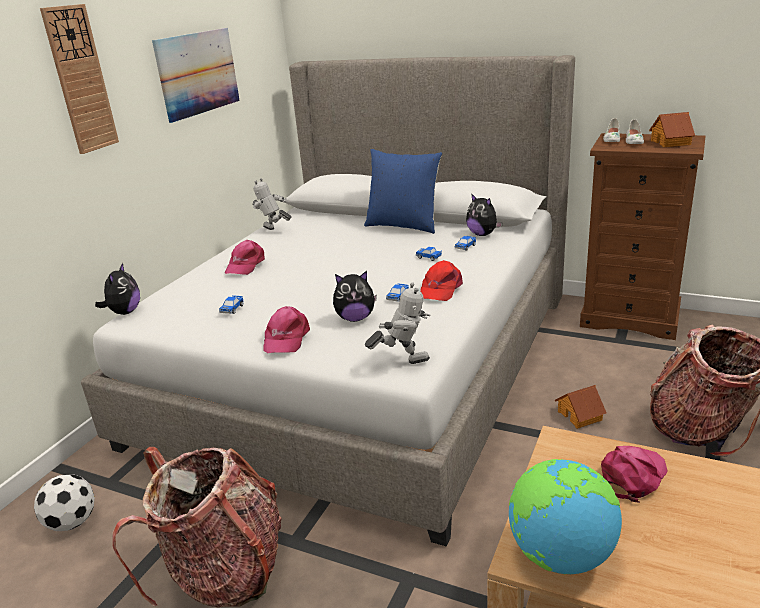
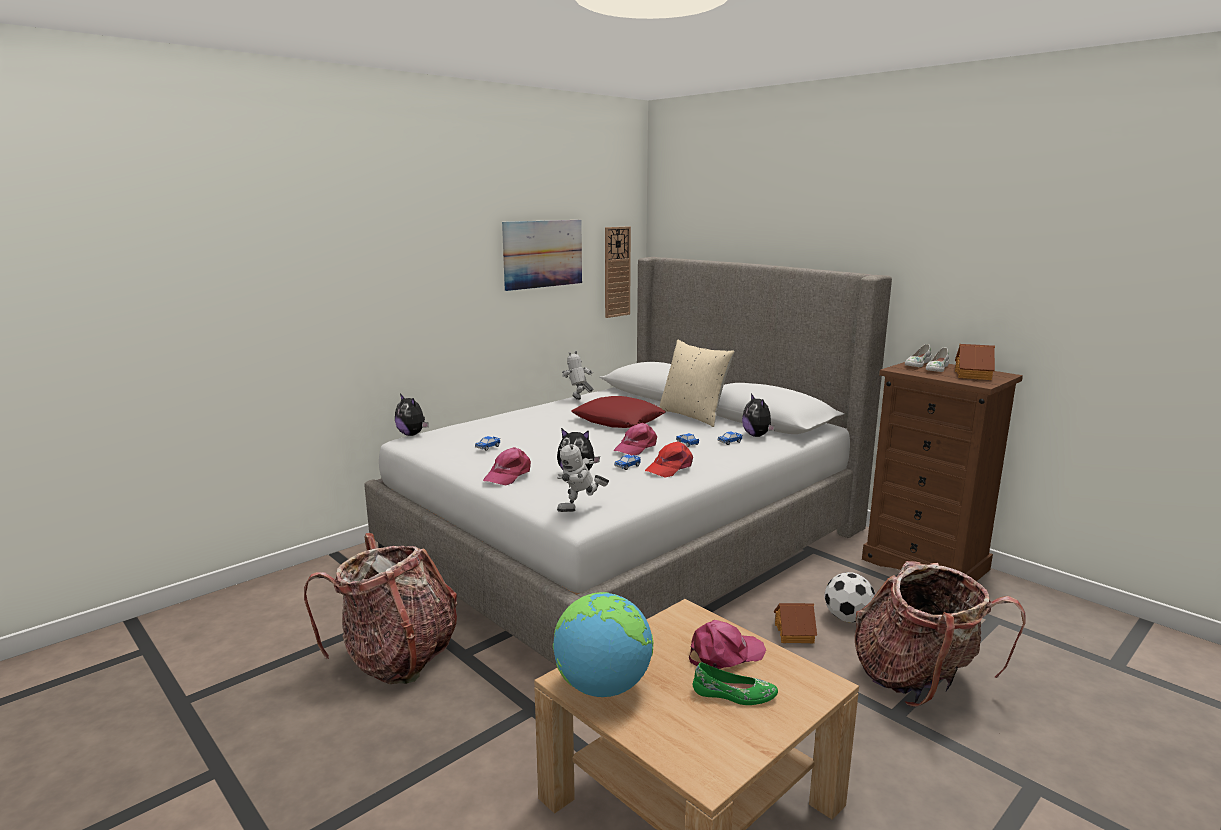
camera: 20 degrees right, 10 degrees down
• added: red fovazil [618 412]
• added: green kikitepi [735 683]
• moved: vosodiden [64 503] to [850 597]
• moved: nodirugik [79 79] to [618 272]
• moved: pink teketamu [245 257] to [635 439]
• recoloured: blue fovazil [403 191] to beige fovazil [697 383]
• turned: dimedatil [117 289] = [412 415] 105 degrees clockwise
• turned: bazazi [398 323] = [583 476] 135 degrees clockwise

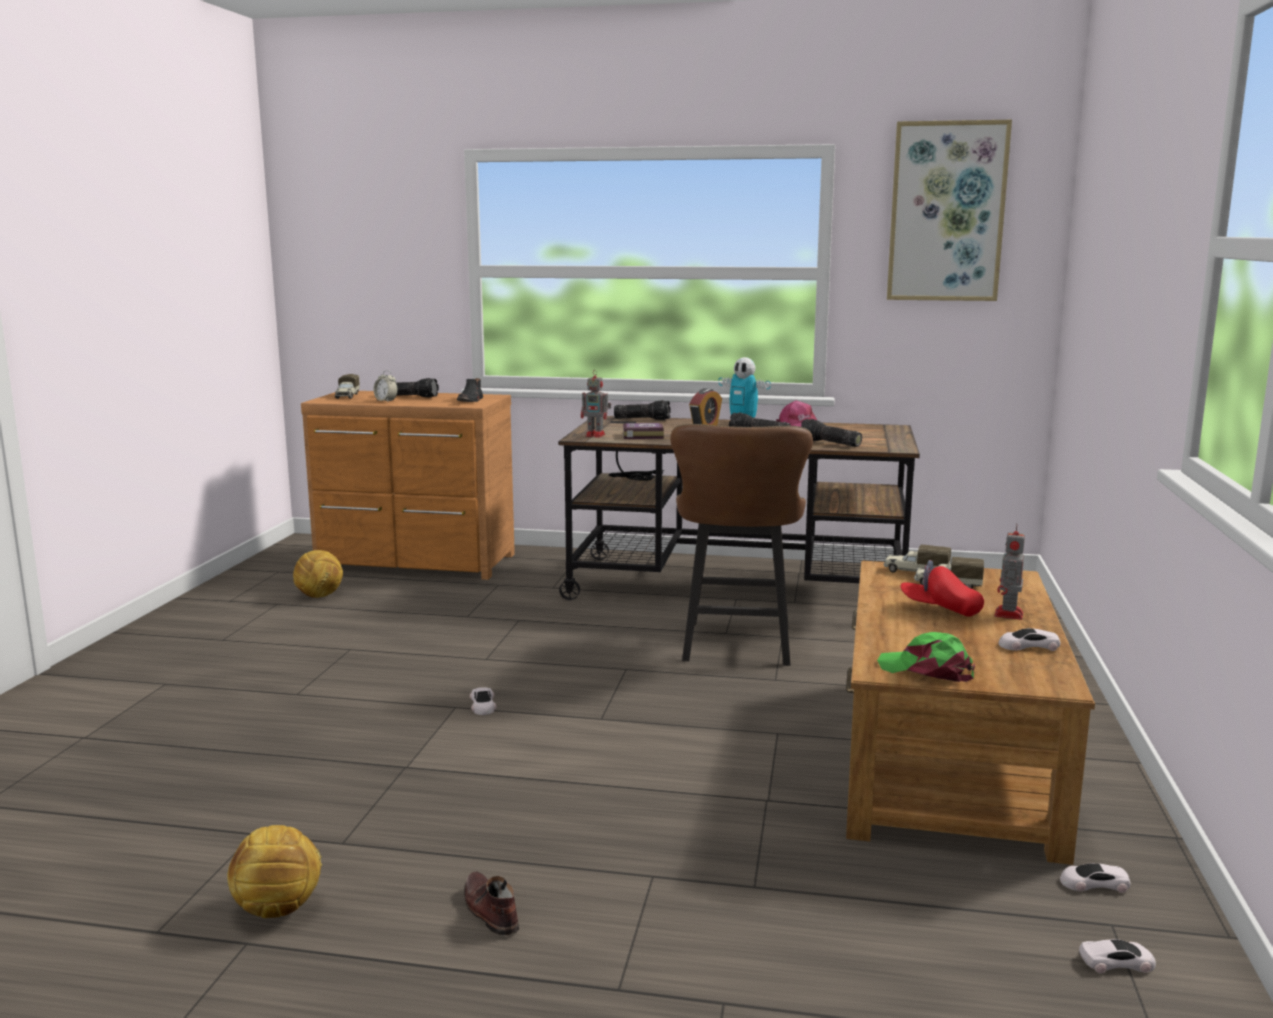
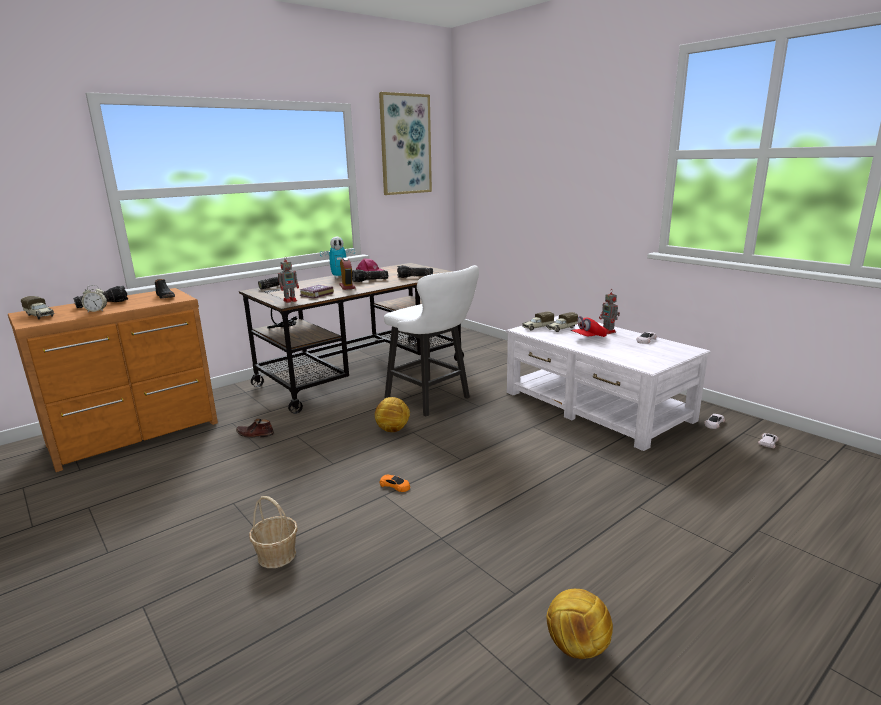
camera: 50 degrees left, 5 degrees up
• removed: green teketamu [926 657]
• added: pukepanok [273 532]
• moved: vosodiden [318 574] to [392 414]
• moved: brown kikitepi [491 904] to [255 428]
• recoloured: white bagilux [483 701] to orange bagilux [394 483]
• recoloured: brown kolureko [741 545] to white kolureko [431 340]
• recoloured: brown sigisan [970 713] to white sigisan [608 383]

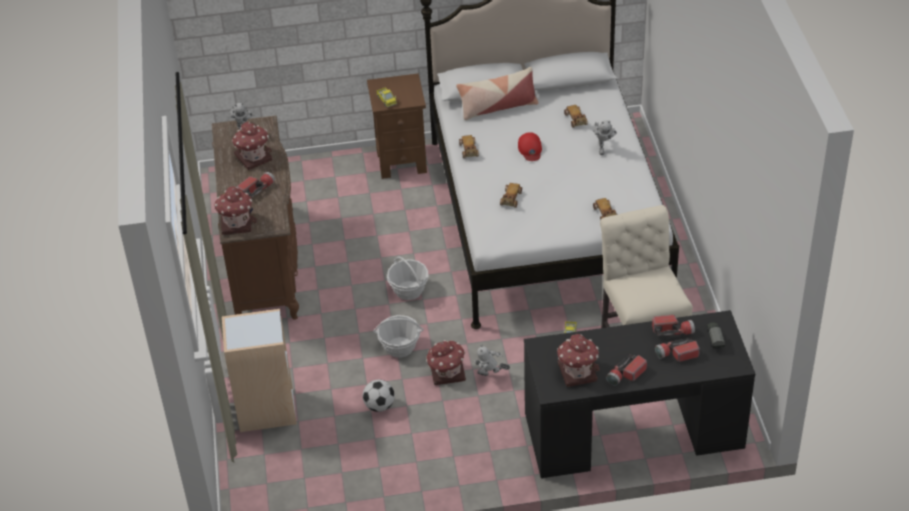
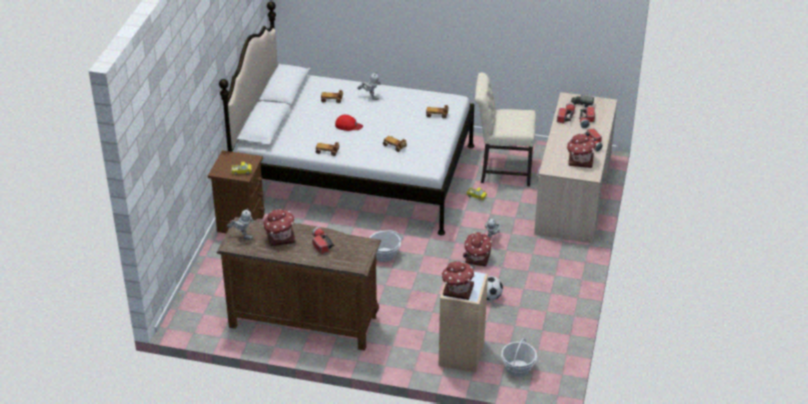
camera: 70 degrees left, 5 degrees down
• removed: fovazil [497 93]
• moved: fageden [235 211] to [458 280]
• moved: pukepanok [398 336] to [519 357]
• recoloured: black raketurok [639 394] to beige raketurok [575 167]

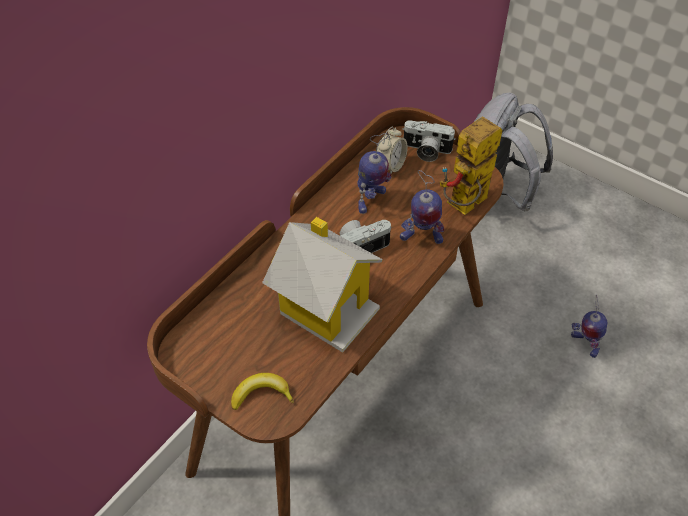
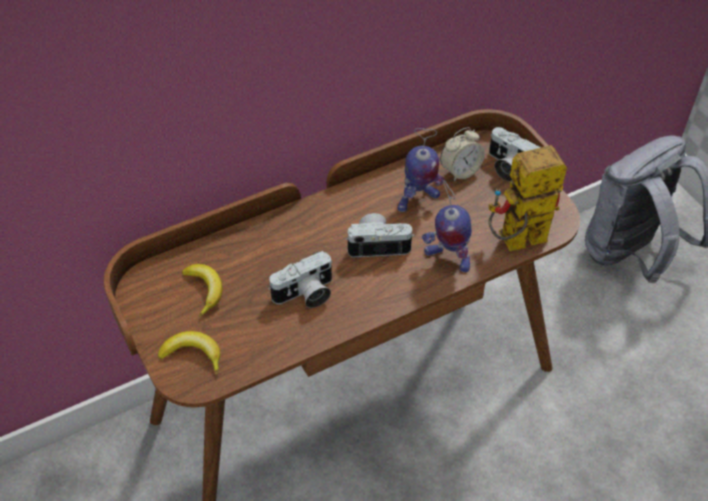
camera: 25 degrees right, 0 degrees up
• removed: bazazi [589 326]
• added: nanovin [202 290]
• replaced: fageden [322 285] to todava [300 279]

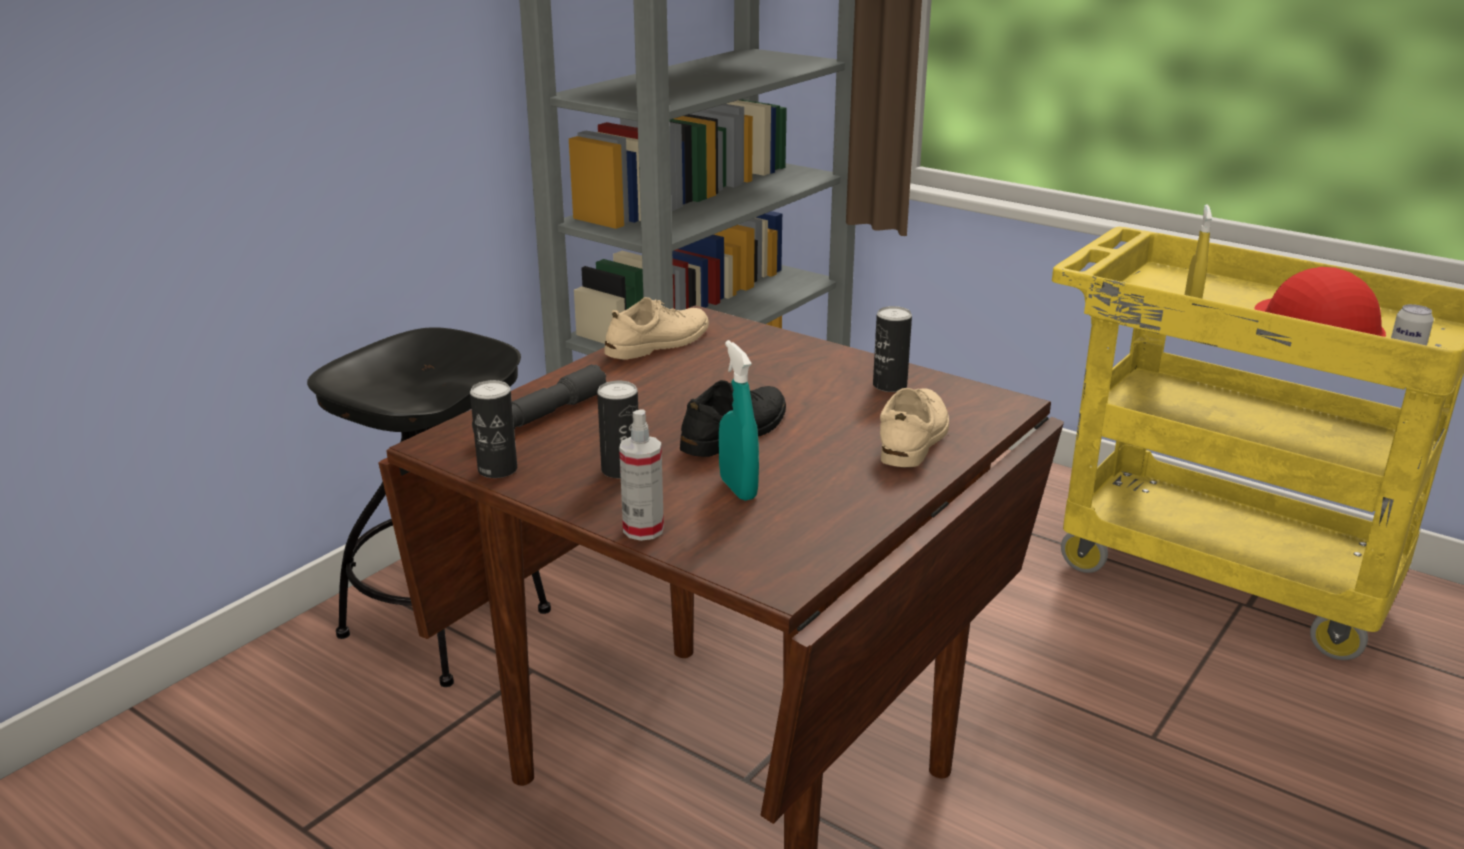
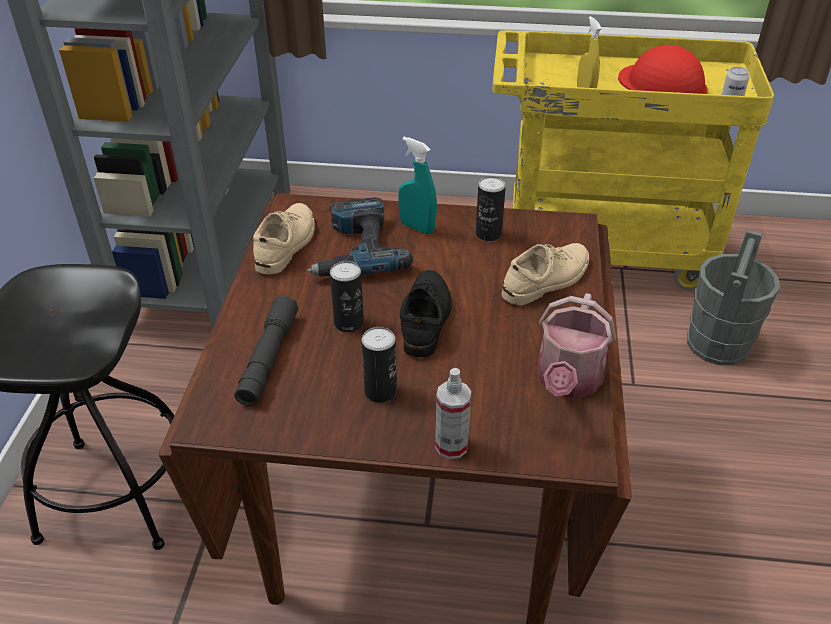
camera: 30 degrees left, 15 degrees up
• added: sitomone [360 236]
• added: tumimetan [576 346]
• added: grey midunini [733 297]
• moved: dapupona [493 429] to [347 296]
• moved: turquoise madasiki [739 420] to [417 185]
• turned: beige kikitepi [914 427] = [545 274] 60 degrees clockwise

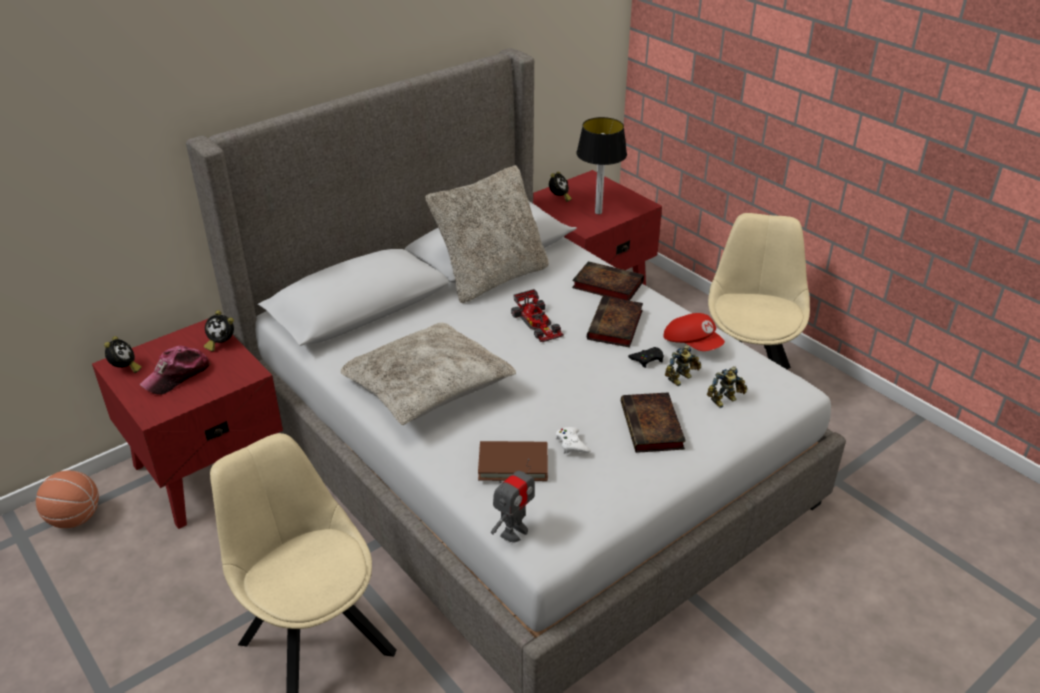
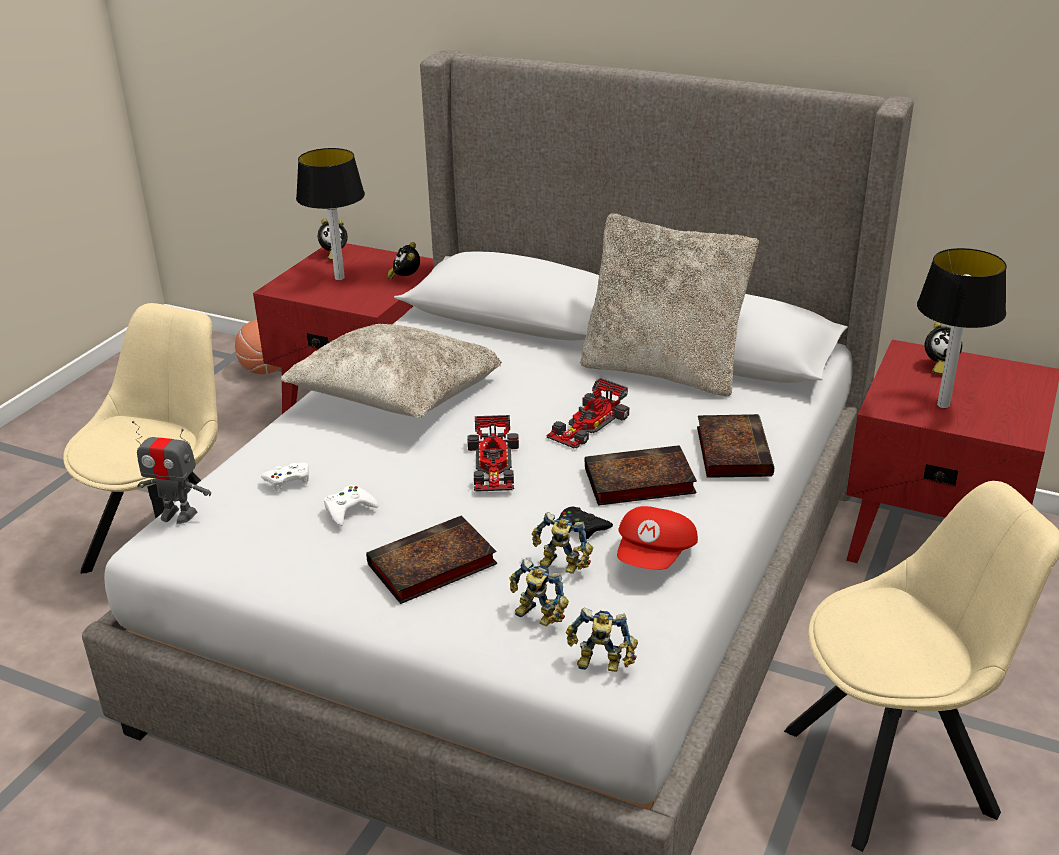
camera: 65 degrees right, 5 degrees down
• added: bagilux [493 453]
• added: bazazi [602 639]
• replaced: teketamu [175 370] to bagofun [330 214]
• replaced: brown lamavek [513 461] to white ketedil [285 477]

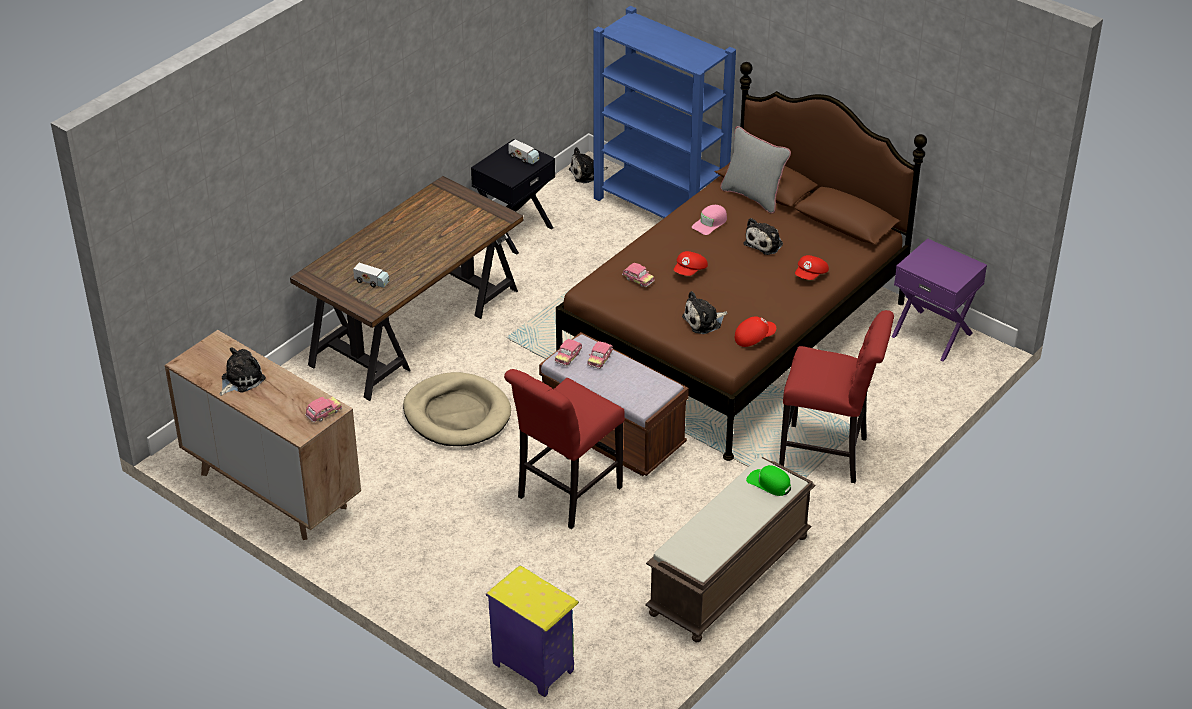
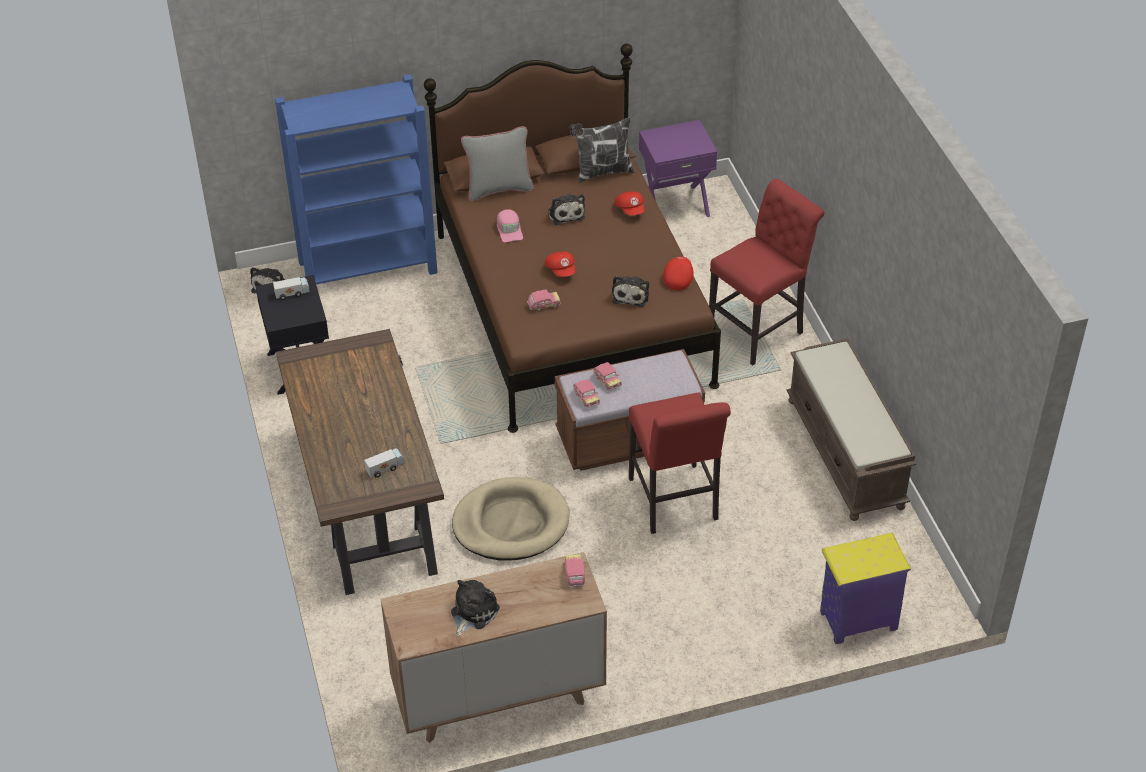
camera: 55 degrees left, 5 degrees up
• removed: green teketamu [768 480]
• added: fovazil [602 150]
• turned: dimedatil [242 371] = [475 608] 45 degrees clockwise

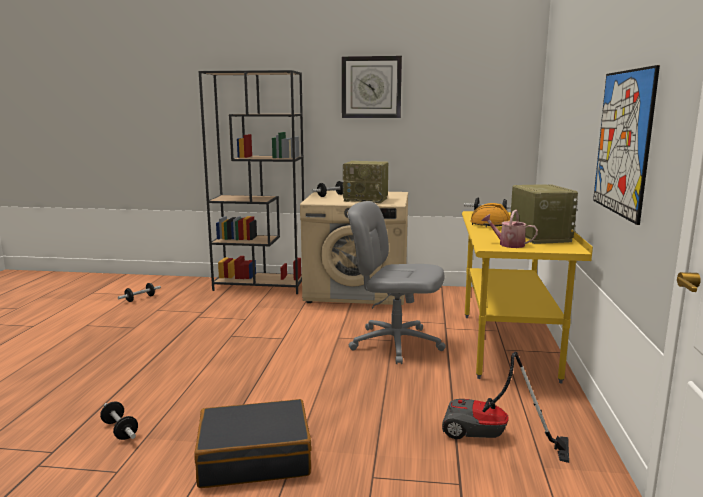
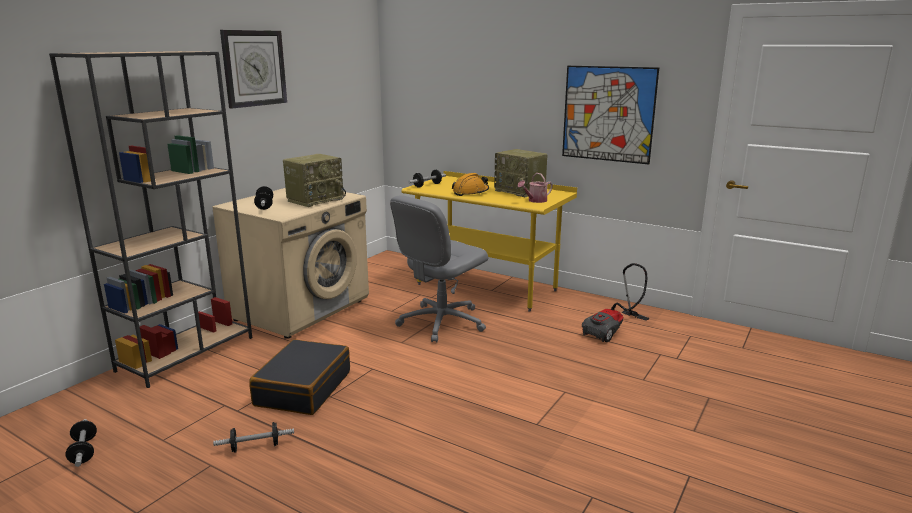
camera: 65 degrees left, 5 degrees up
• moved: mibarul [119 420] to [253 437]
• moved: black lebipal [252 443] to [299 377]
• turned: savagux [544 214] = [520 173] 150 degrees counterclockwise

